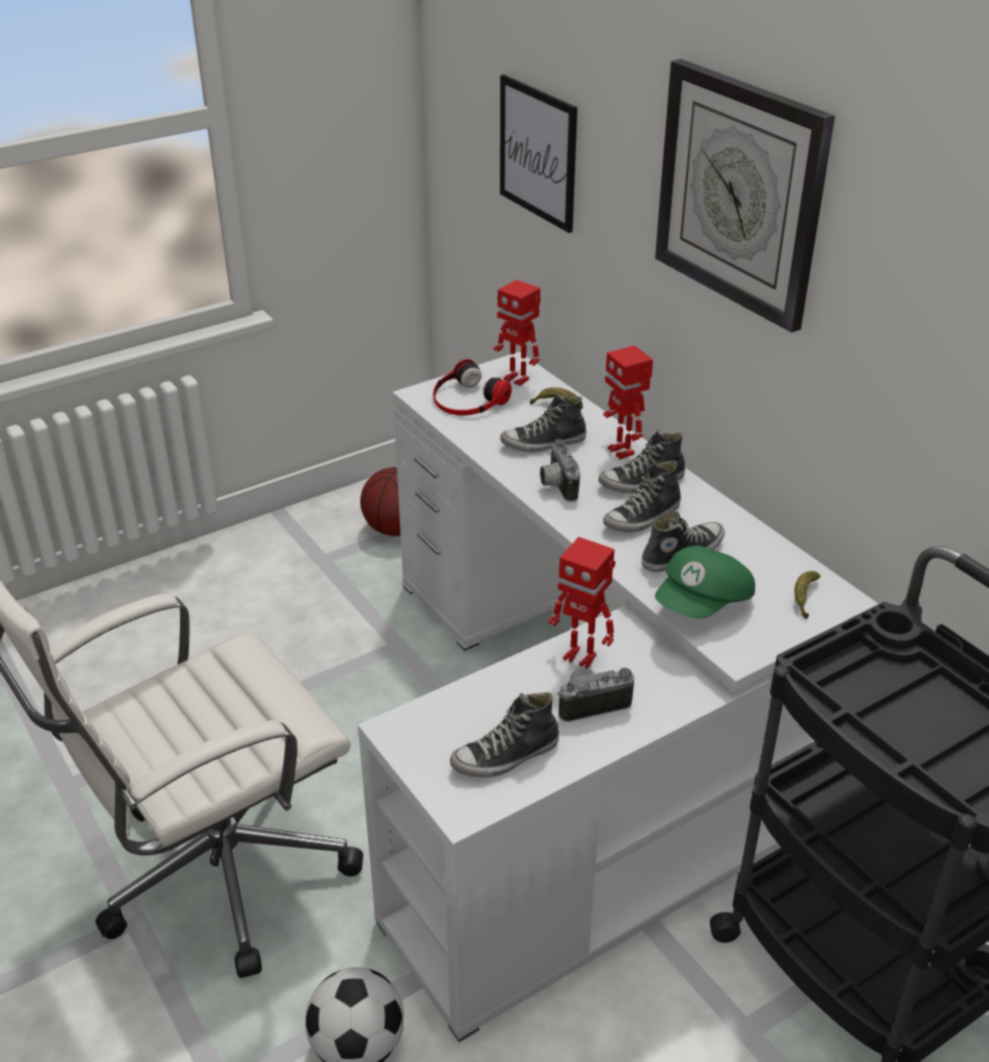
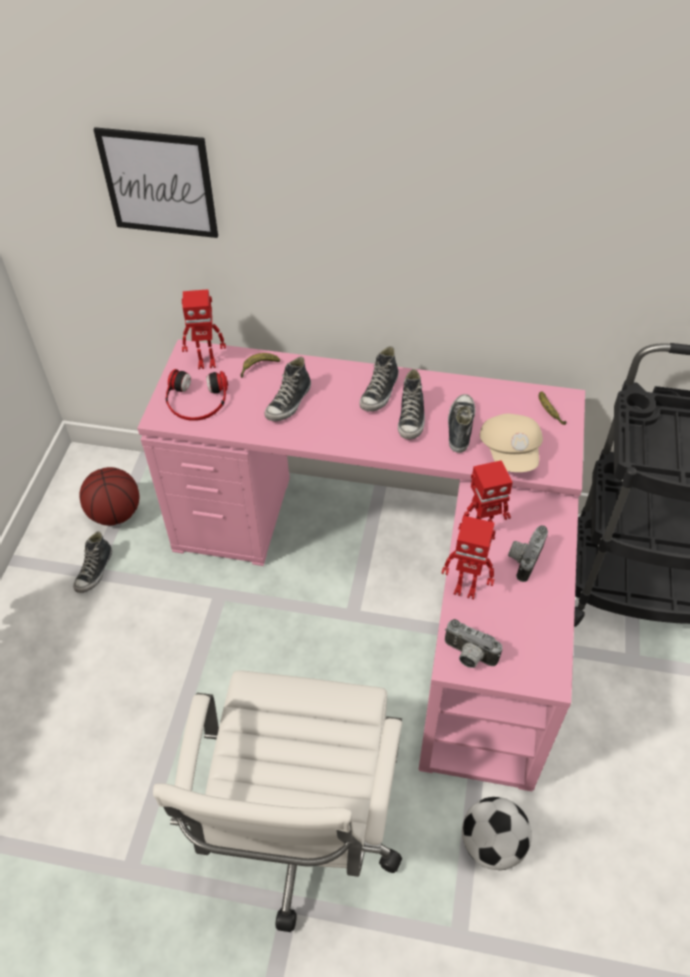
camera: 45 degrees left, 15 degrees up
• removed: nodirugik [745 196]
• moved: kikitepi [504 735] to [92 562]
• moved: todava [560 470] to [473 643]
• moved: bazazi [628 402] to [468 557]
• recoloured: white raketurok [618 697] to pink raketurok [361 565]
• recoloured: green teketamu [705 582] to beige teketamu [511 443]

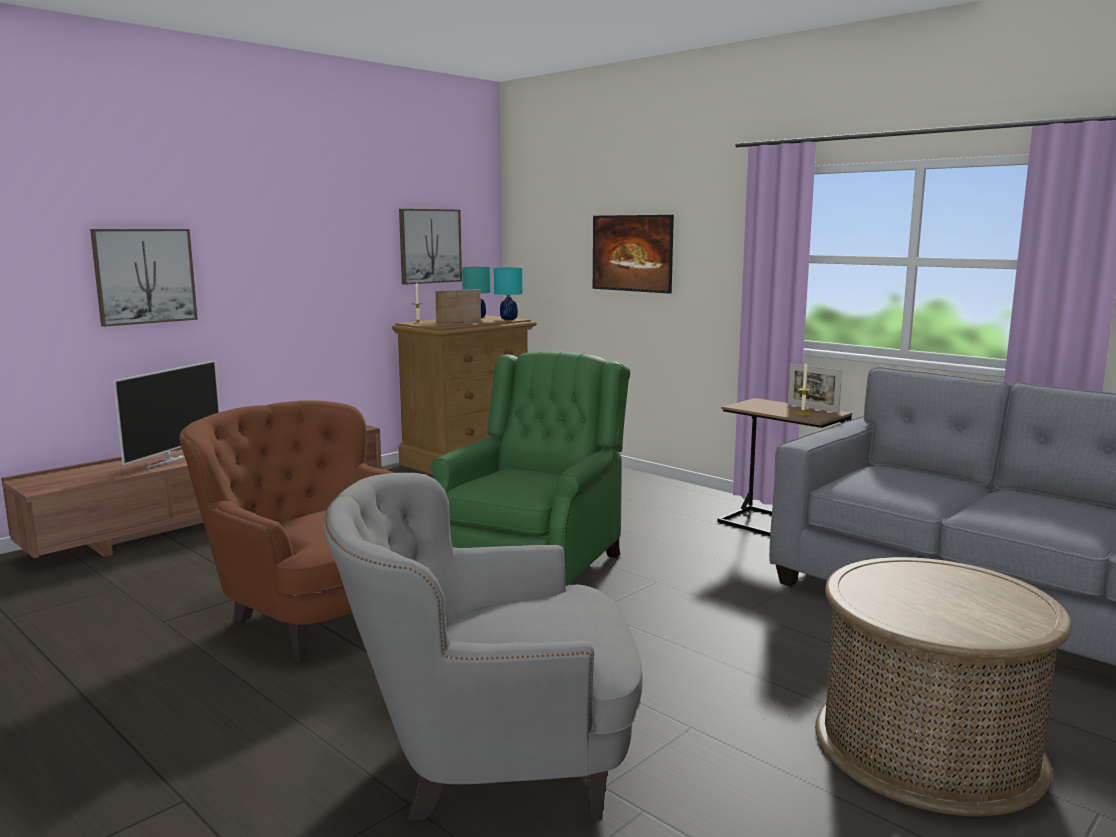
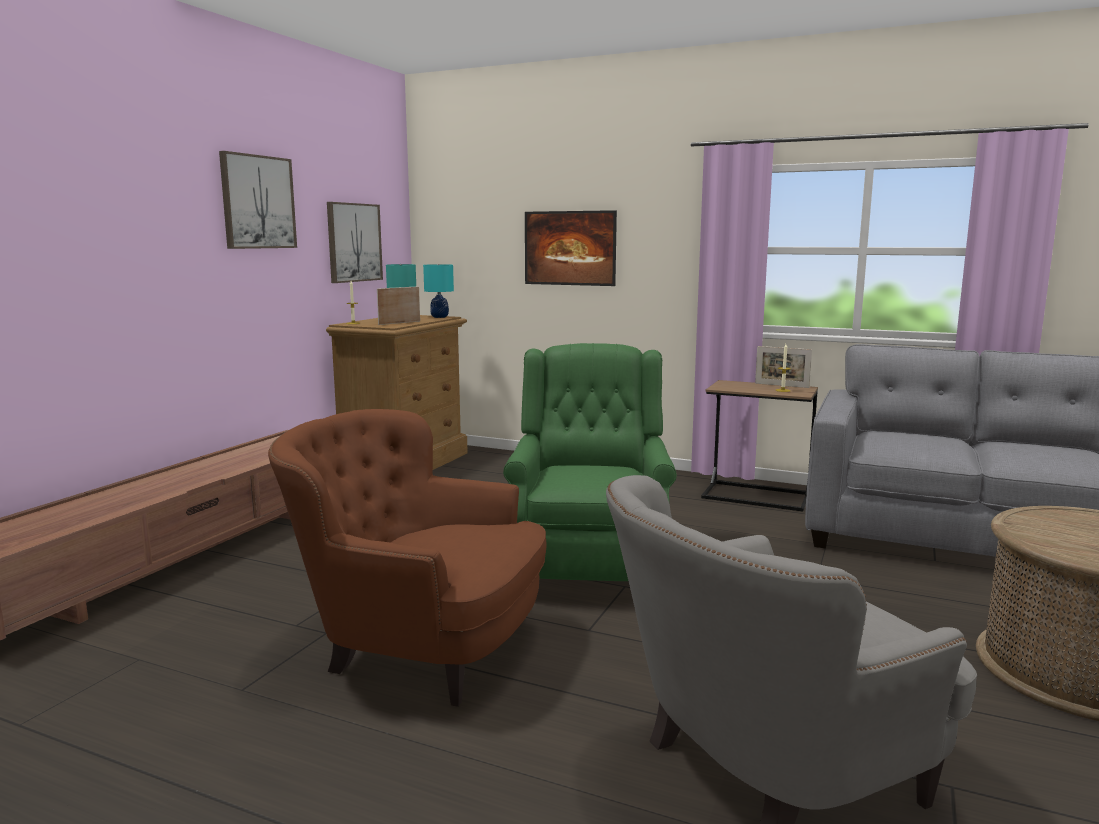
camera: 20 degrees left, 0 degrees up
• removed: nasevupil [166 414]
• moved: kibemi [144 278] to [258 200]

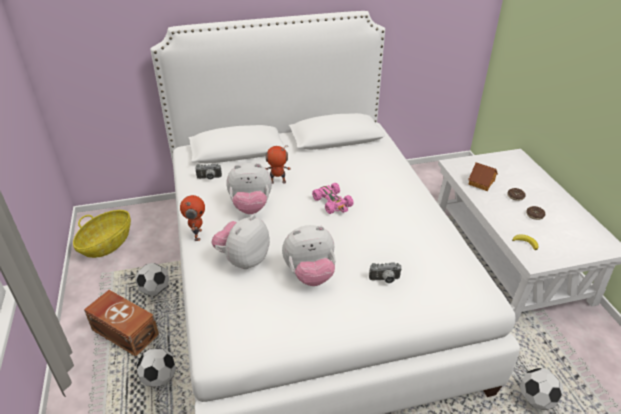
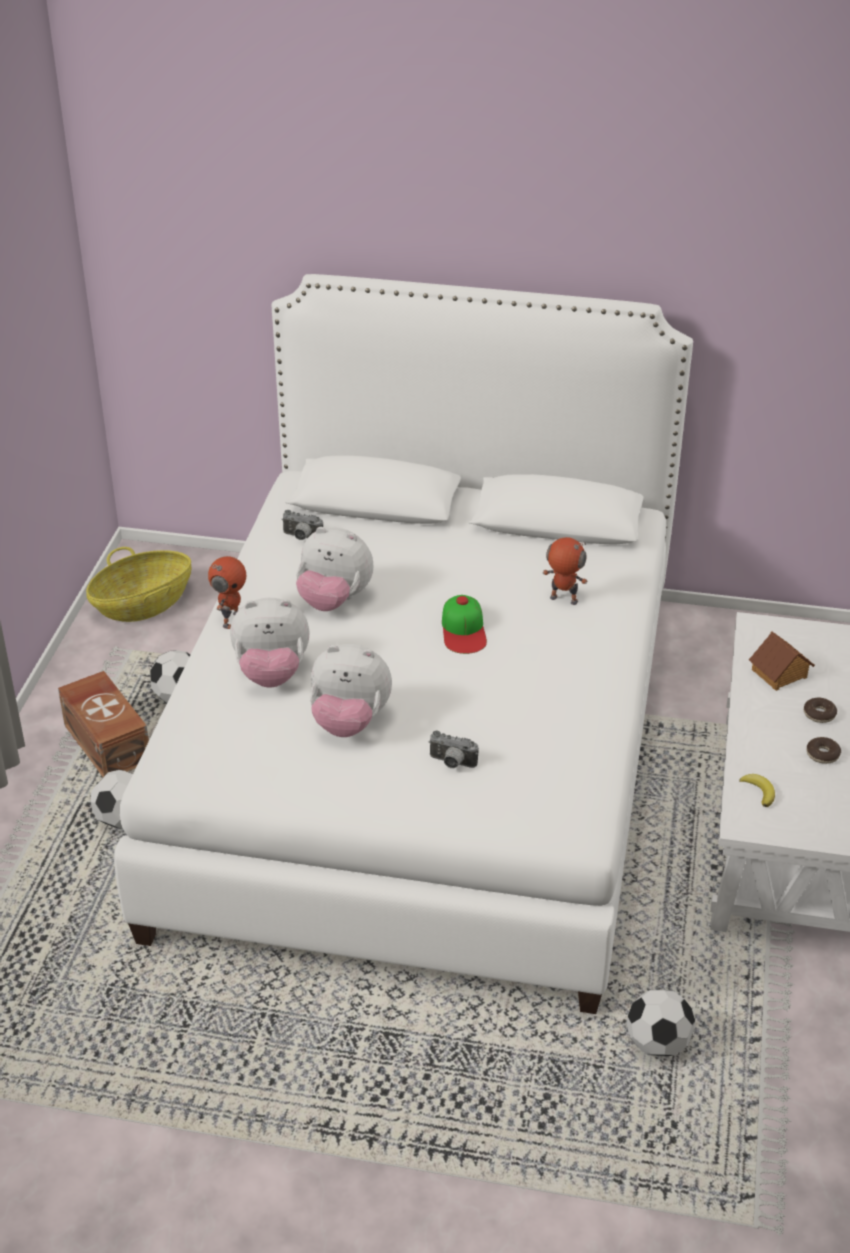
camera: 25 degrees right, 0 degrees up
• moved: bazazi [278 164] to [564 571]
• replaced: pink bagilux [333 198] to teketamu [464 624]
• turned: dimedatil [240 242] = [270 643] 150 degrees counterclockwise

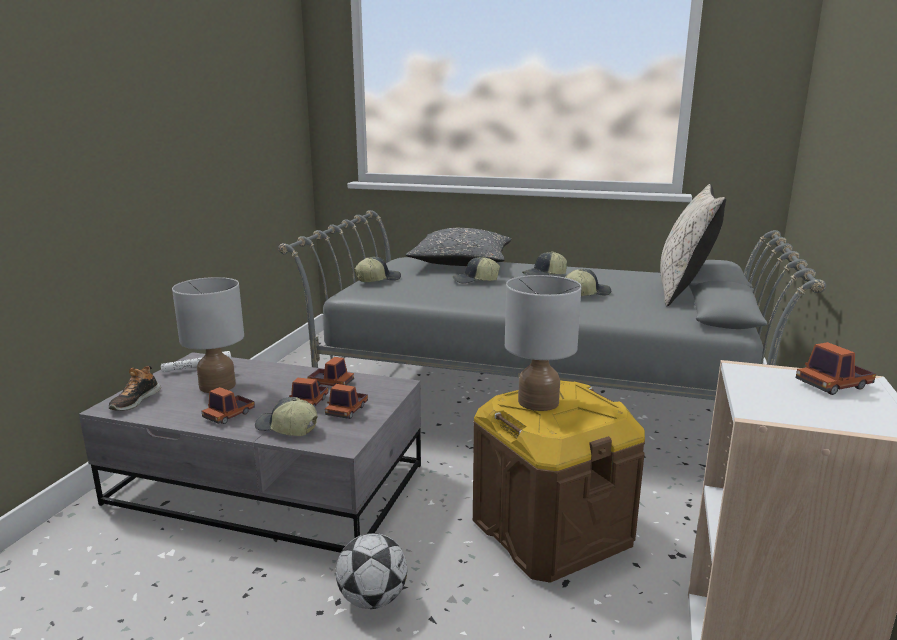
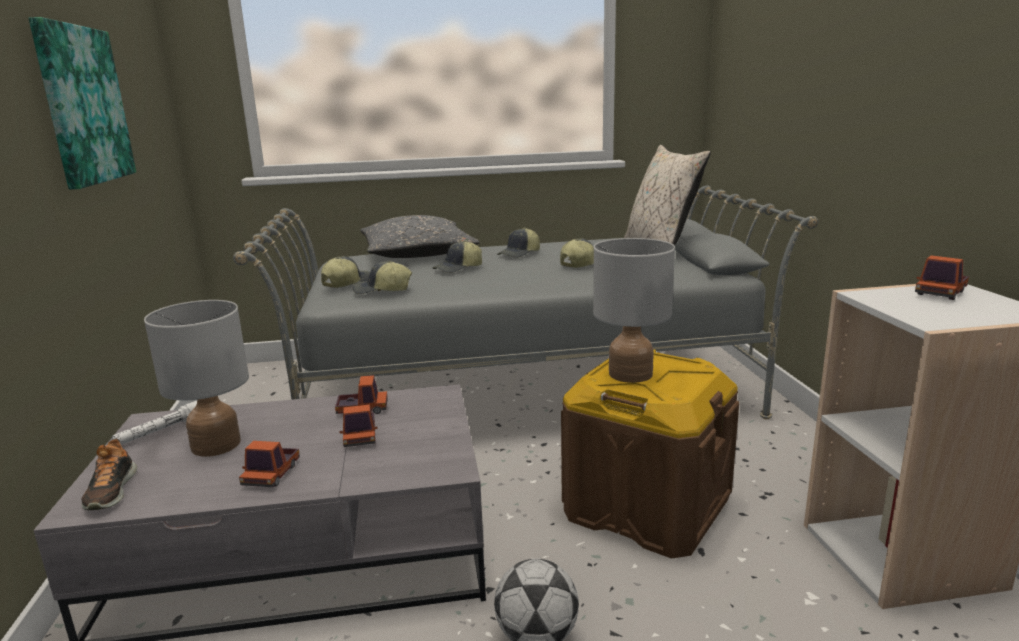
camera: 25 degrees left, 0 degrees up
• removed: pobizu [346 401]
• added: kibemi [82 103]
• moved: teketamu [286 416] to [382 277]

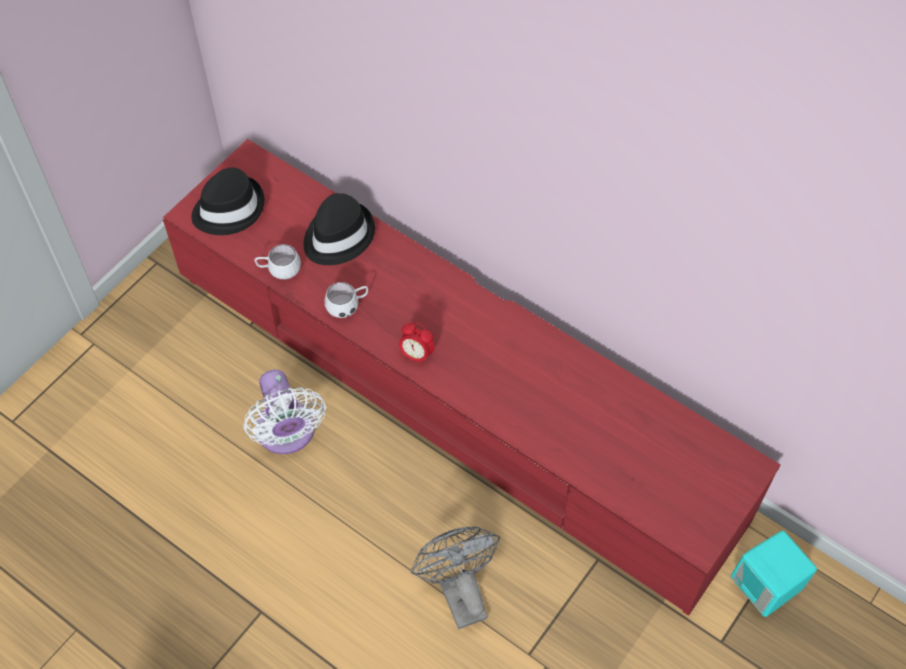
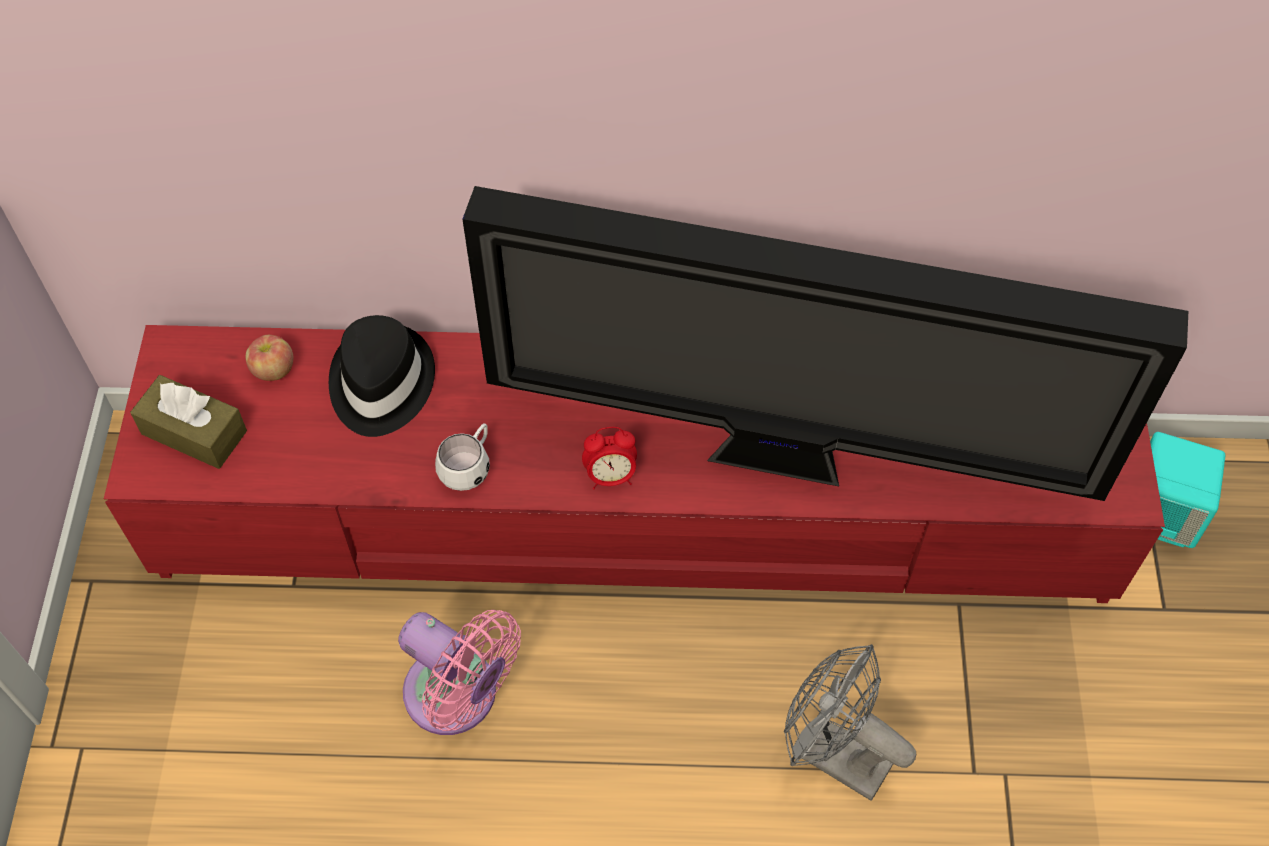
camera: 35 degrees left, 0 degrees up
• removed: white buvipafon [277 261]
• added: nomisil [269 358]
• added: nasevupil [825 343]
• replaced: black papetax [227 201] to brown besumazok [188 422]
• recoloured: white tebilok [284 412] to pink tebilok [459 672]

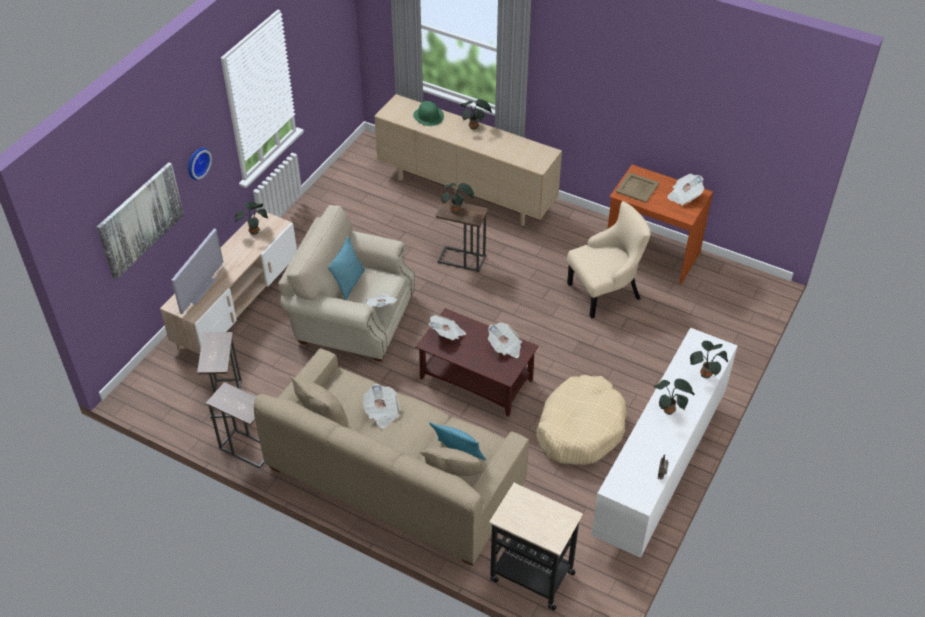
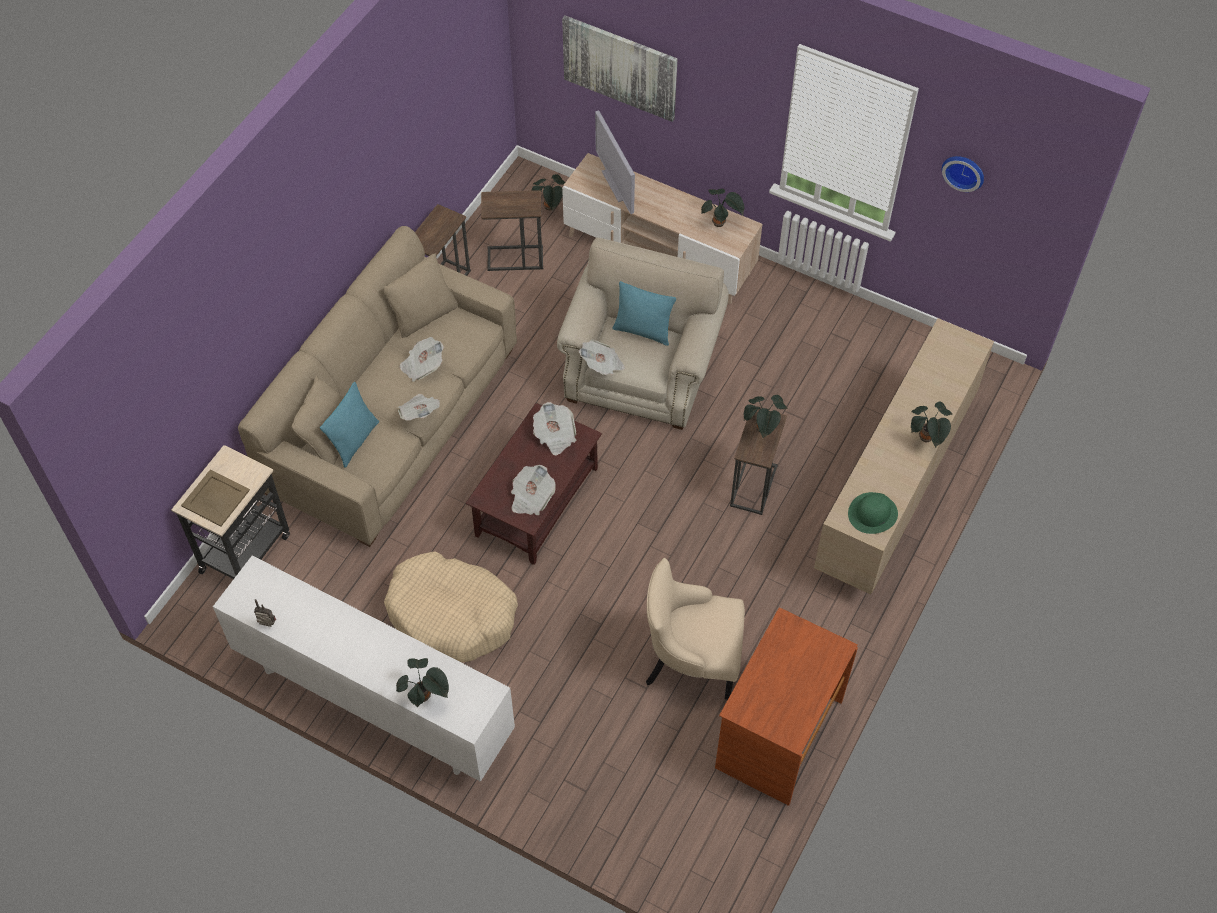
camera: 90 degrees right, 10 degrees up
• moved: nodirugik [200 164] to [963 174]
• moved: green papetax [428 113] to [873 513]
• moved: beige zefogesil [637 187] to [215 498]
• moved: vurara [674 397] to [548 192]
• moved: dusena [685 190] to [419 407]
• turned: nasevupil [197 271] = [615 162] 45 degrees clockwise
• turned: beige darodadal [608 260] = [695 628] 120 degrees clockwise

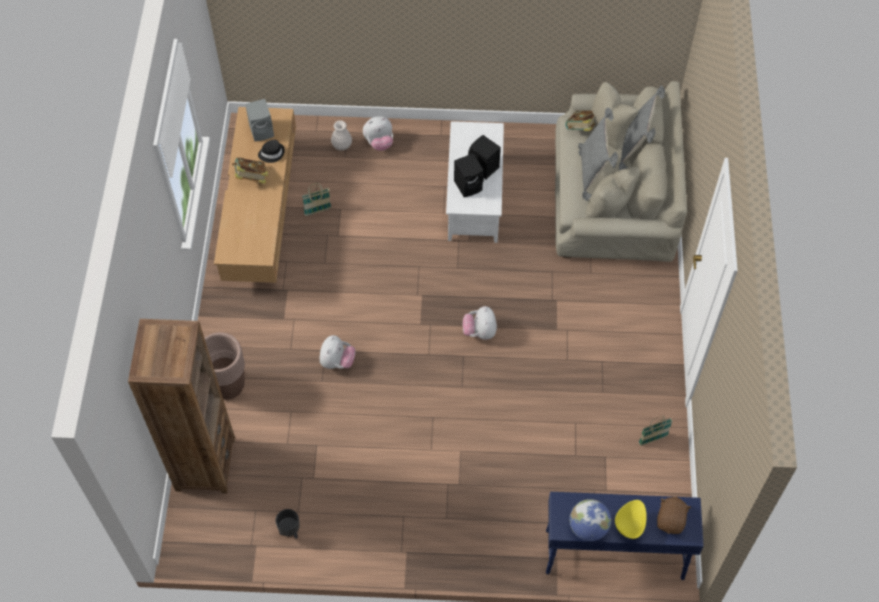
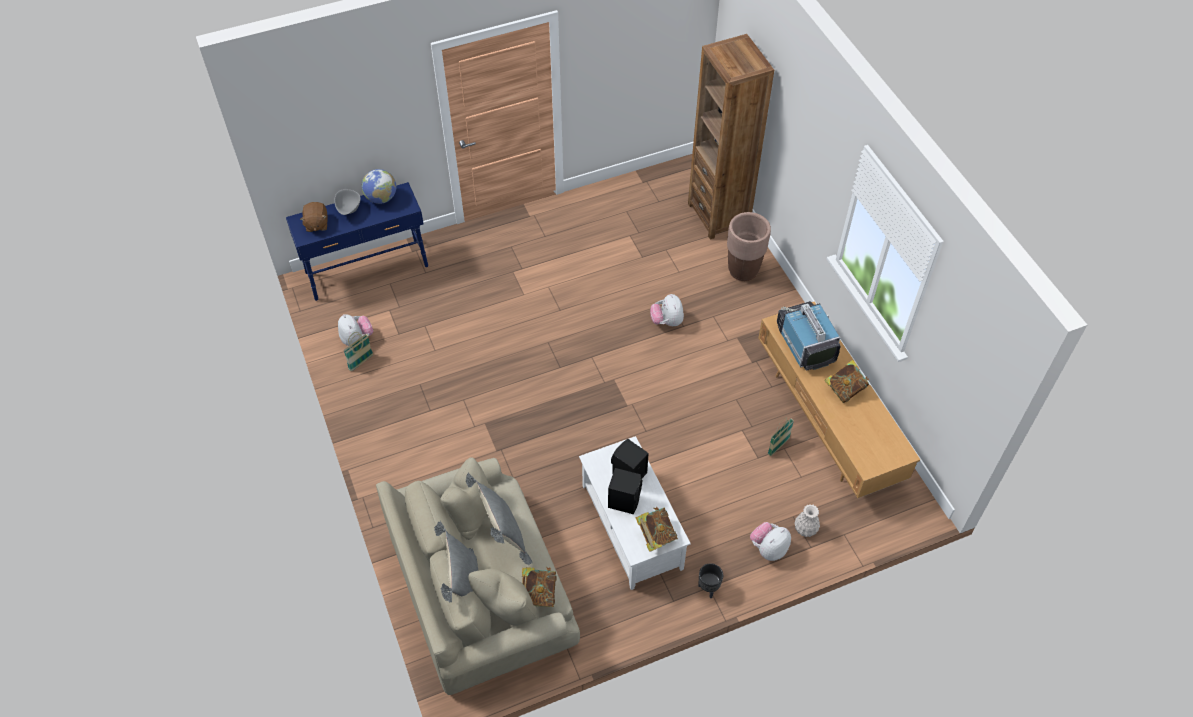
camera: 155 degrees right, 5 degrees down
• removed: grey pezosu [259 120]
• removed: black papetax [271 151]
• added: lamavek [656 529]
• added: nasevupil [809 335]
• moved: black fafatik [287 524] to [710 580]
• moved: dimedatil [479 323] to [355 330]
• recoloured: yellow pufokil [631 519] to grey pufokil [347 202]

